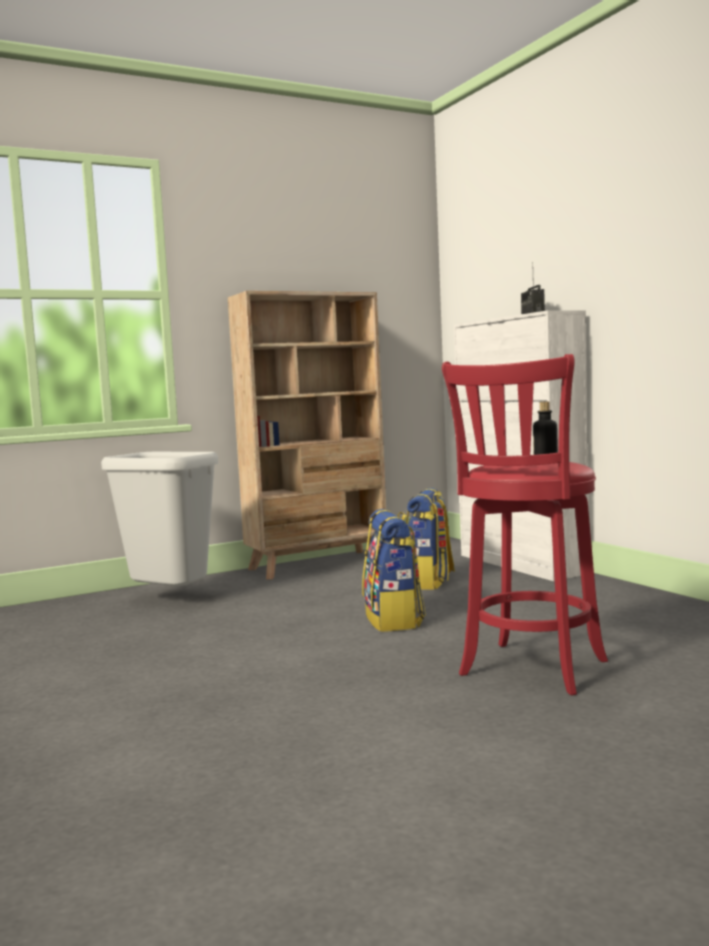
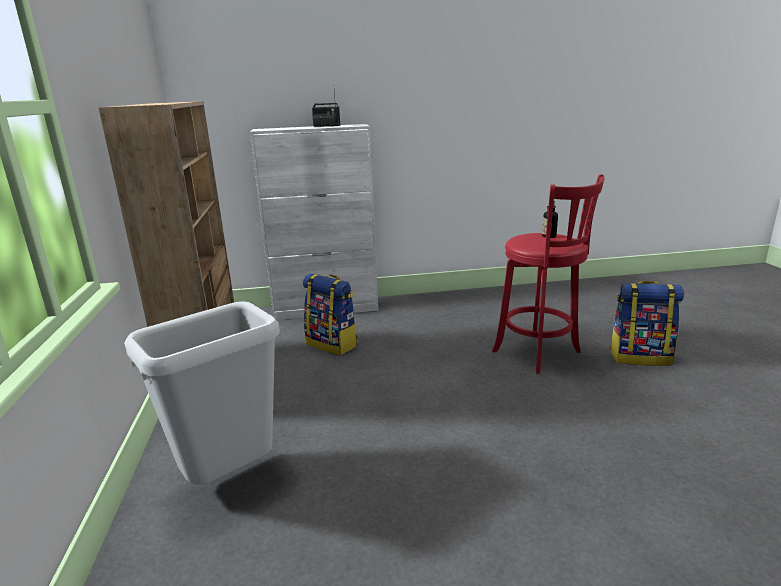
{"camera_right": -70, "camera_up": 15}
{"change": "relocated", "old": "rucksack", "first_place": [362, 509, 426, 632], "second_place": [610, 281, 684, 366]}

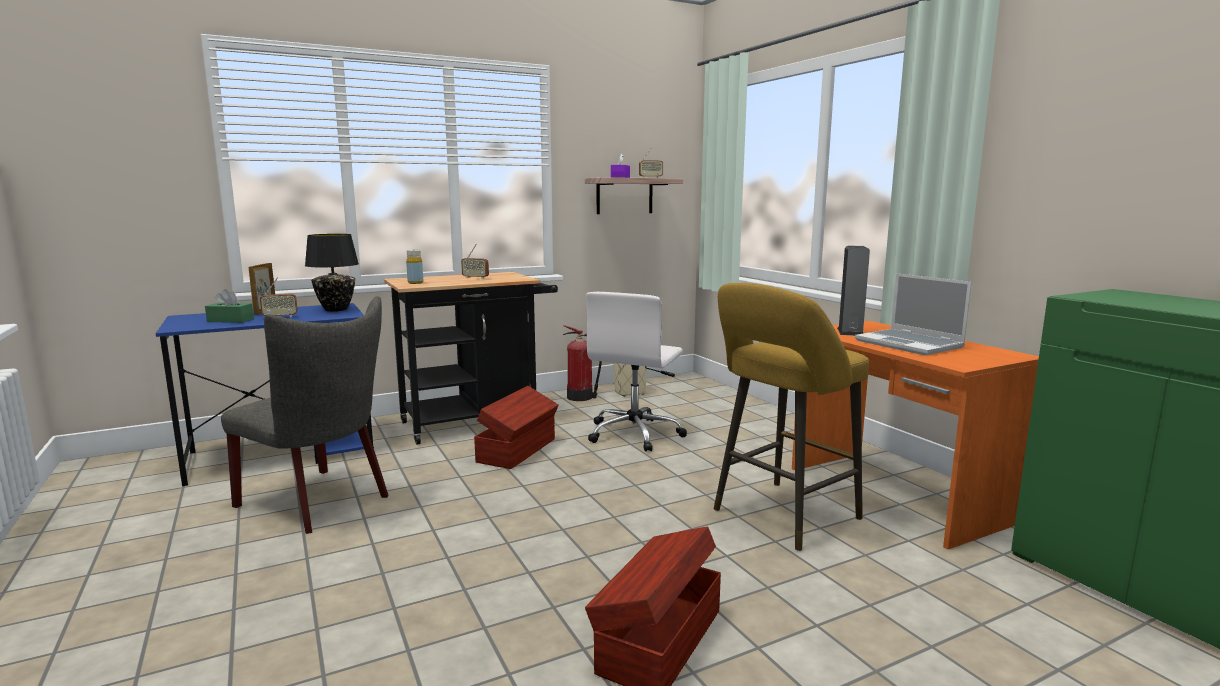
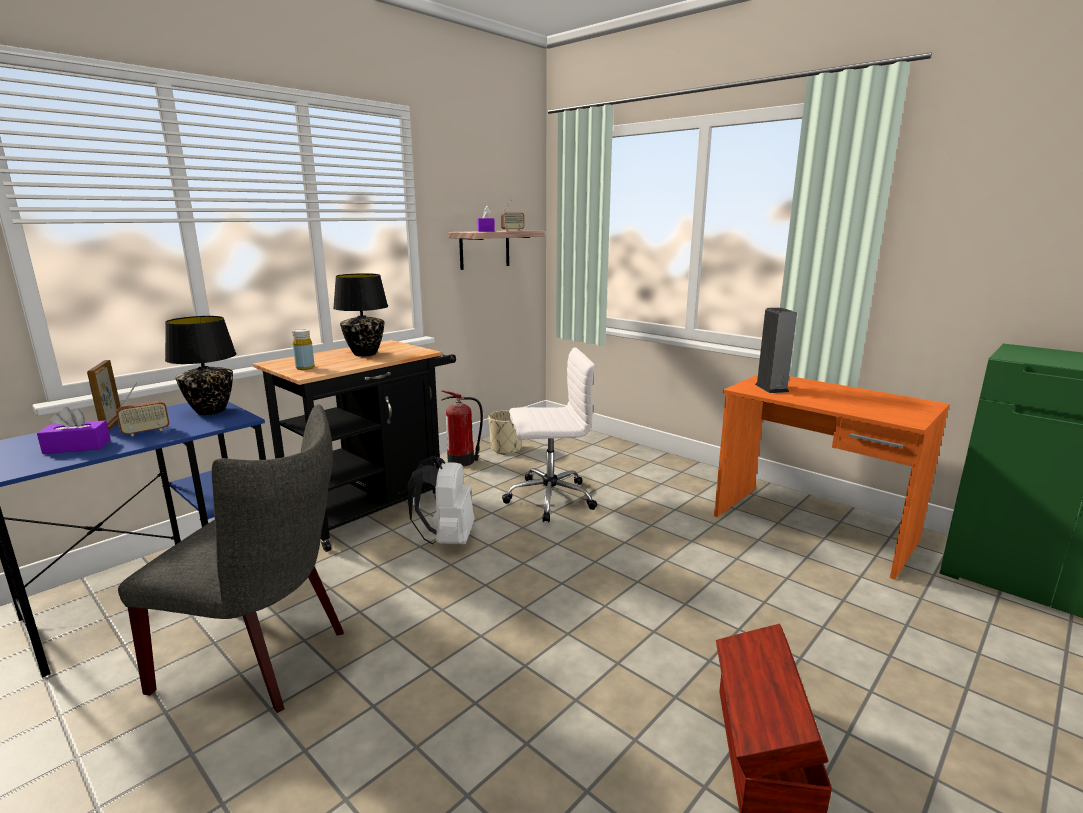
{"camera_right": -20, "camera_up": 5}
{"change": "colour", "old": "box of tissues (greenish)", "new": "box of tissues (purple-coloured)", "first_place": [205, 289, 254, 323], "second_place": [37, 407, 111, 454]}
{"change": "exchanged", "old": "radio", "new": "tabletop lamp (black)", "first_place": [461, 244, 489, 279], "second_place": [333, 273, 388, 357]}
{"change": "exchanged", "old": "storage box (brown)", "new": "rucksack (white-coloured)", "first_place": [474, 386, 558, 469], "second_place": [407, 456, 474, 545]}
{"change": "spun", "old": "computer chair (white-coloured)", "first_place": [586, 292, 687, 452], "second_place": [502, 347, 597, 522], "degrees": -105}
{"change": "missing", "old": "stool seat (yellow)", "first_place": [714, 283, 869, 551]}
{"change": "missing", "old": "laptop", "first_place": [855, 273, 972, 356]}

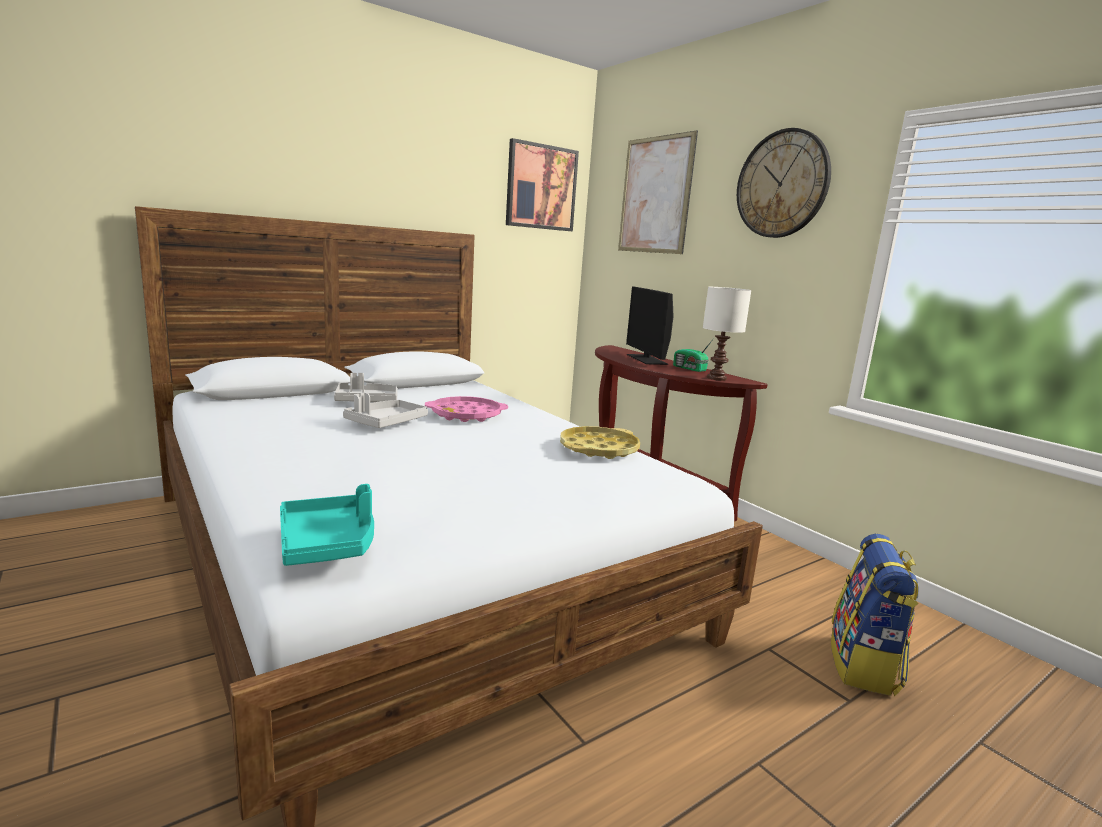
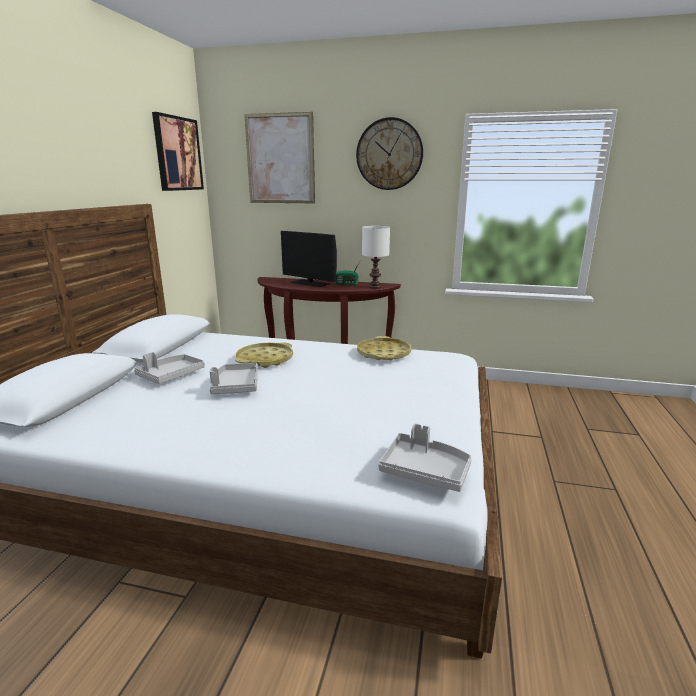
{"camera_right": -40, "camera_up": 5}
{"change": "colour", "old": "carrying tray (pink-coloured)", "new": "carrying tray (yellow)", "first_place": [425, 396, 508, 422], "second_place": [235, 343, 293, 368]}
{"change": "colour", "old": "carrying tray (turquoise)", "new": "carrying tray (greyish)", "first_place": [280, 484, 374, 566], "second_place": [378, 423, 472, 492]}
{"change": "missing", "old": "rucksack", "first_place": [831, 534, 919, 696]}

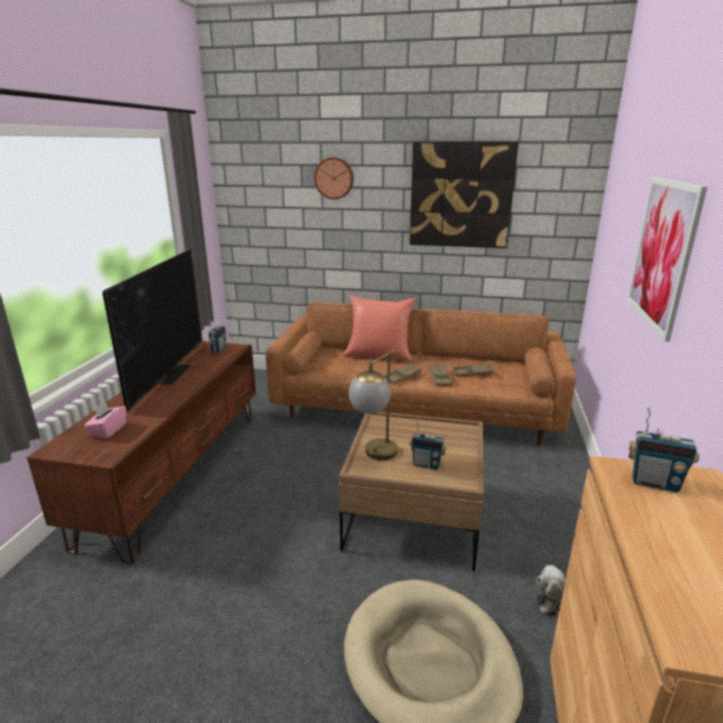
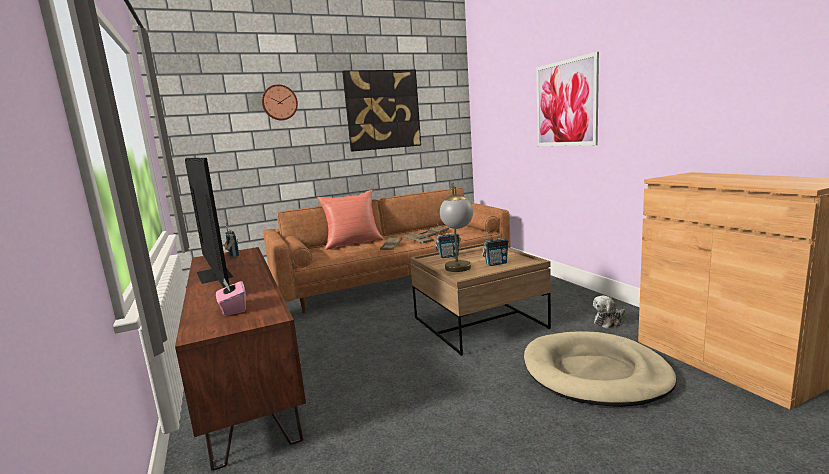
{"camera_right": -35, "camera_up": -10}
{"change": "relocated", "old": "radio", "first_place": [628, 407, 699, 492], "second_place": [435, 225, 461, 258]}

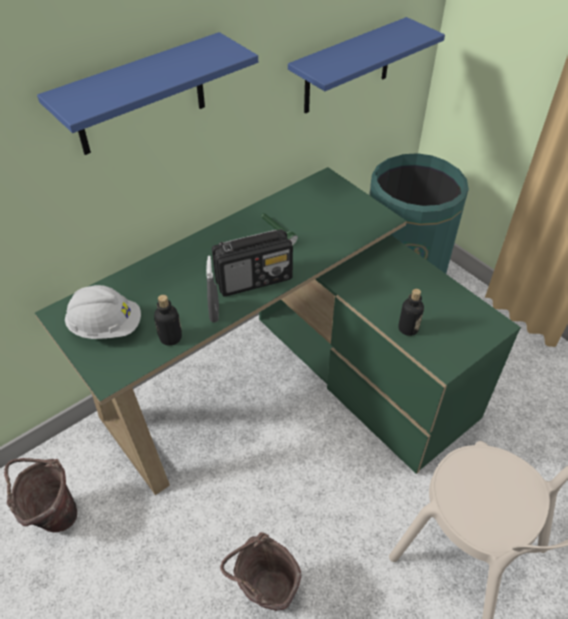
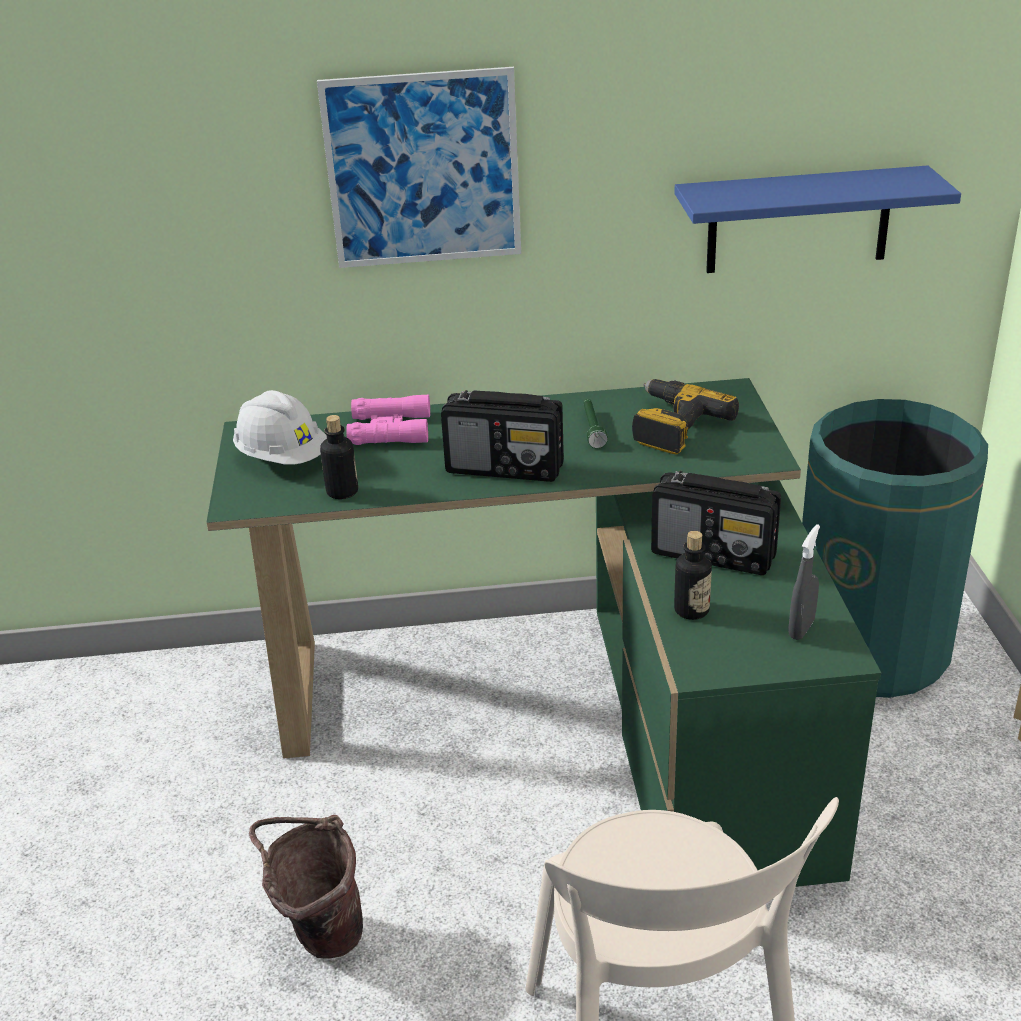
{"camera_right": 35, "camera_up": -15}
{"change": "exchanged", "old": "shelf (blue)", "new": "picture", "first_place": [37, 32, 258, 155], "second_place": [317, 67, 521, 268]}
{"change": "appeared", "new": "field glasses (pink-coloured)", "second_place": [346, 394, 430, 445]}
{"change": "appeared", "new": "electric drill", "second_place": [632, 379, 739, 454]}
{"change": "appeared", "new": "radio", "second_place": [651, 471, 781, 575]}
{"change": "relocated", "old": "hand sprayer (greyish)", "first_place": [206, 256, 219, 323], "second_place": [789, 524, 820, 640]}
{"change": "missing", "old": "bucket (brown)", "first_place": [4, 458, 77, 532]}

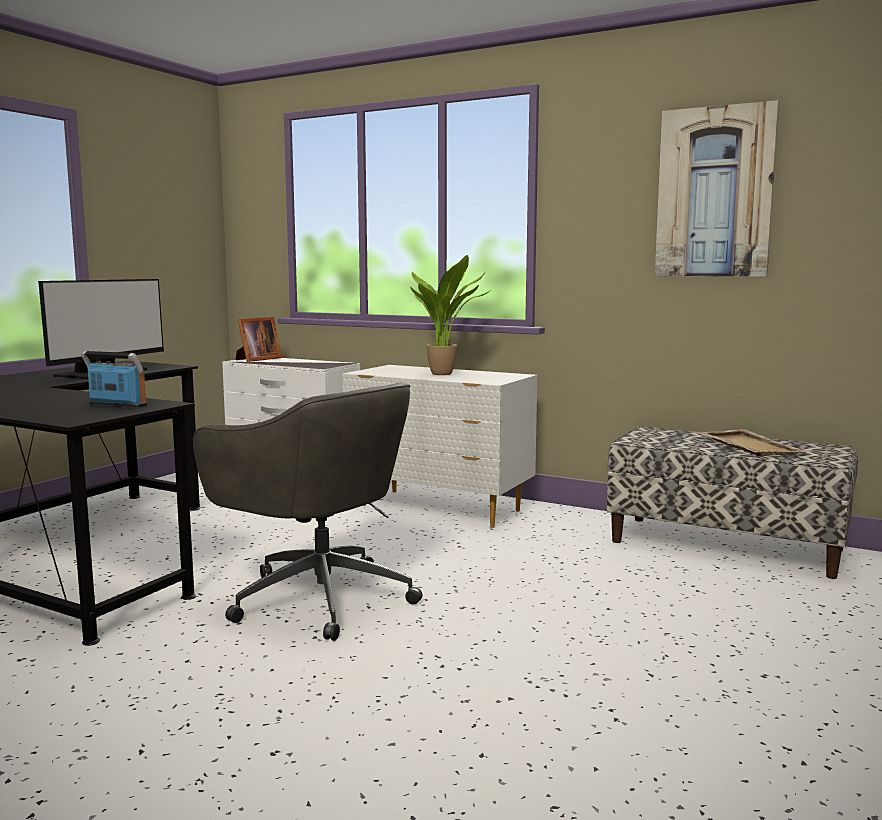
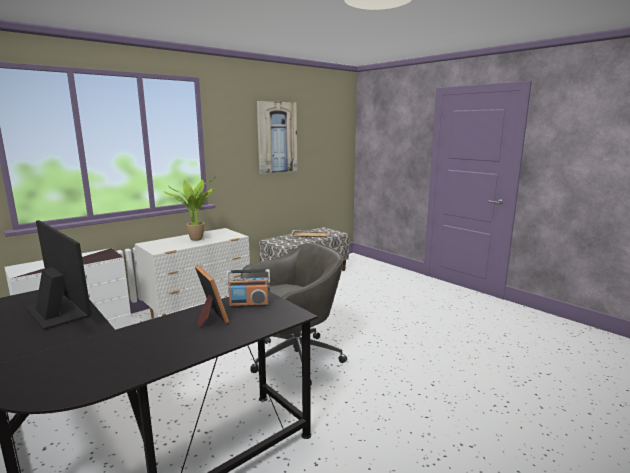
{"camera_right": -70, "camera_up": 5}
{"change": "relocated", "old": "standing frame", "first_place": [236, 317, 282, 362], "second_place": [195, 265, 229, 328]}
{"change": "spun", "old": "radio", "first_place": [81, 351, 147, 408], "second_place": [226, 269, 270, 308], "degrees": -135}

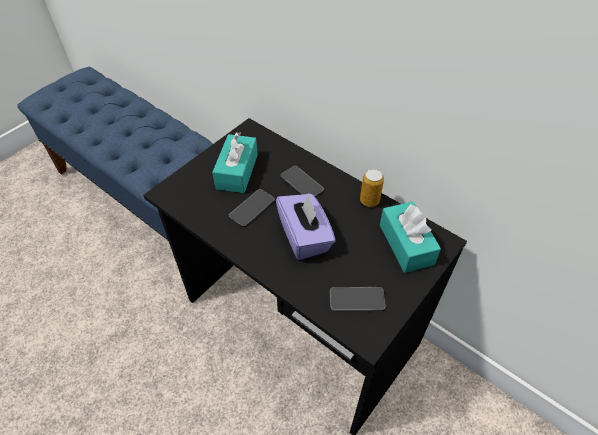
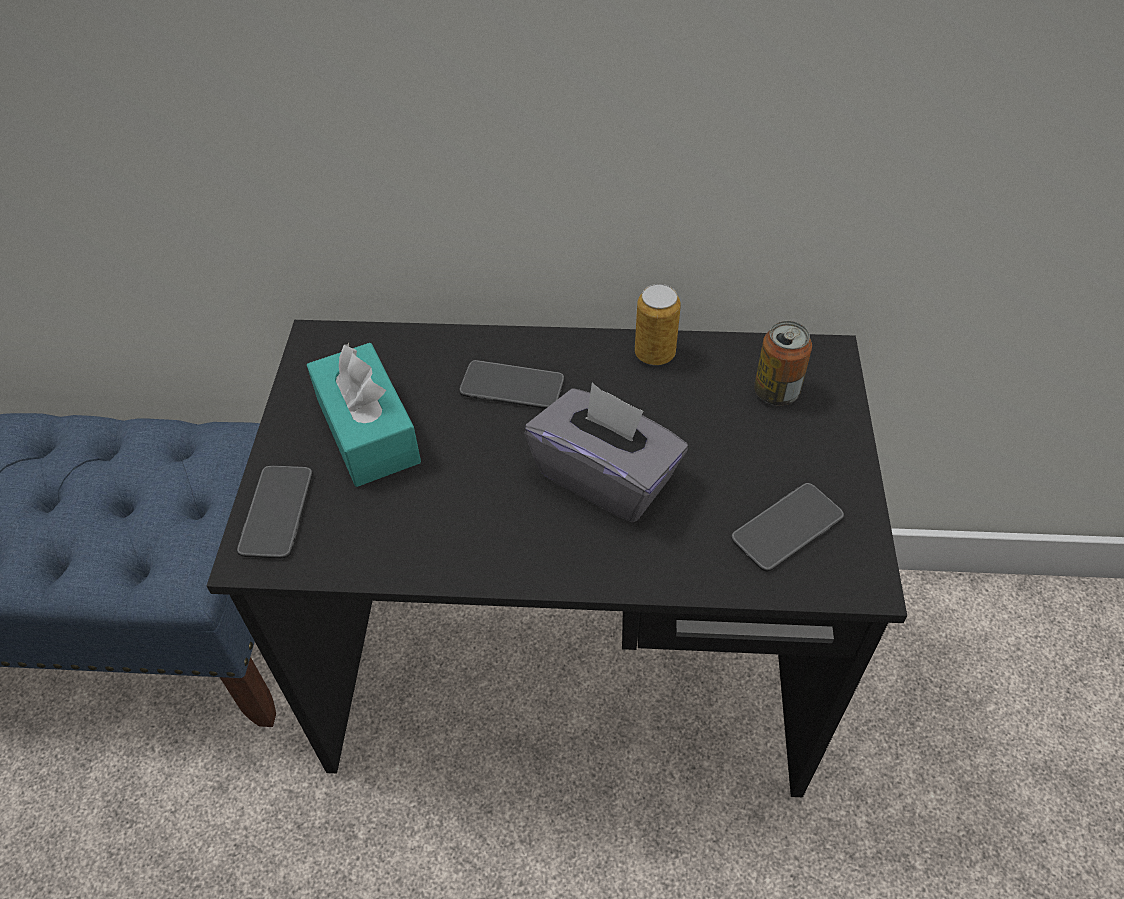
{"camera_right": -35, "camera_up": 0}
{"change": "relocated", "old": "handset", "first_place": [228, 189, 275, 227], "second_place": [237, 466, 313, 559]}
{"change": "colour", "old": "box of tissues (purple-coloured)", "new": "box of tissues (greyish)", "first_place": [276, 193, 336, 260], "second_place": [524, 382, 688, 522]}
{"change": "exchanged", "old": "box of tissues (turquoise)", "new": "metal can", "first_place": [380, 201, 441, 273], "second_place": [754, 321, 812, 406]}

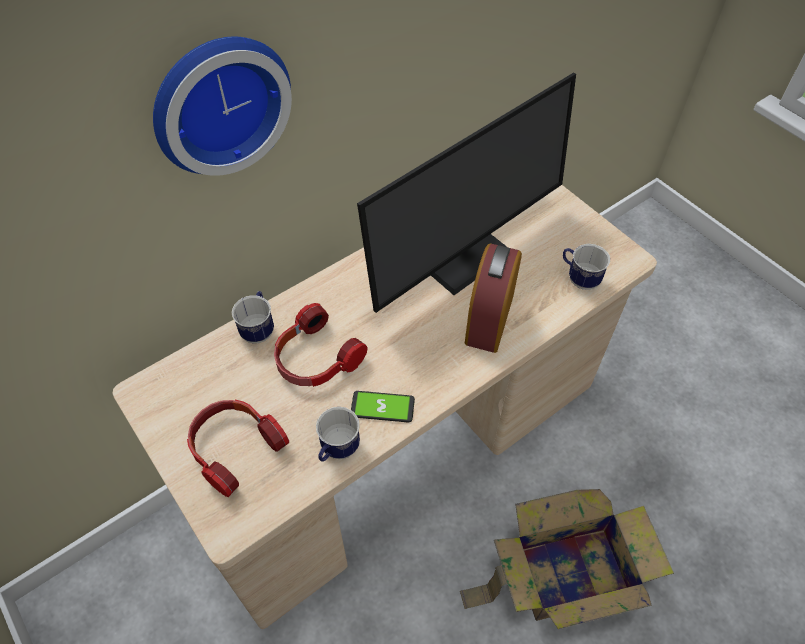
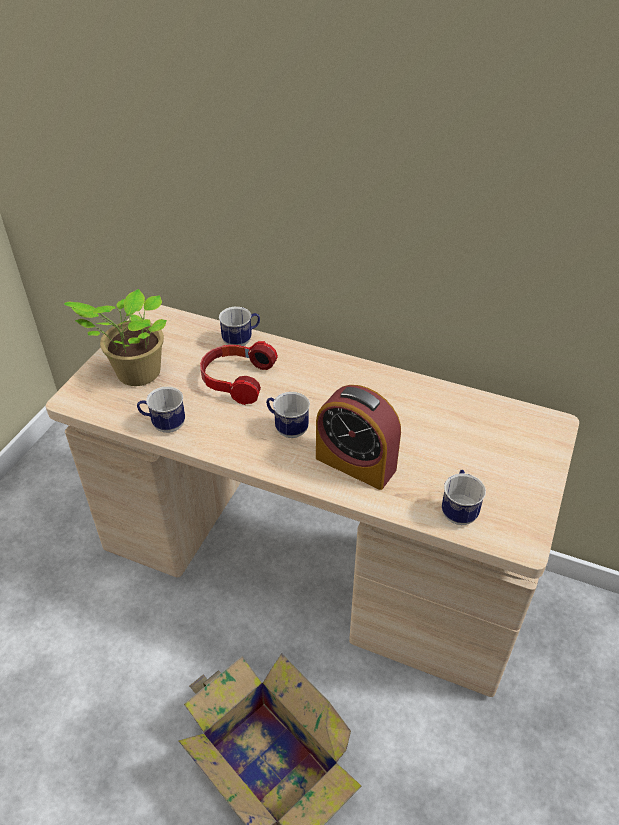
{"camera_right": 60, "camera_up": -10}
{"change": "exchanged", "old": "pair of headphones", "new": "potted plant", "first_place": [187, 400, 289, 497], "second_place": [64, 289, 167, 386]}
{"change": "appeared", "new": "coffee mug", "second_place": [266, 392, 310, 438]}
{"change": "spun", "old": "table clock", "first_place": [465, 244, 522, 353], "second_place": [316, 385, 401, 490], "degrees": -135}
{"change": "missing", "old": "clock on the wall", "first_place": [153, 37, 292, 176]}
{"change": "missing", "old": "handset", "first_place": [351, 391, 415, 422]}
{"change": "missing", "old": "computer display", "first_place": [357, 72, 576, 313]}

